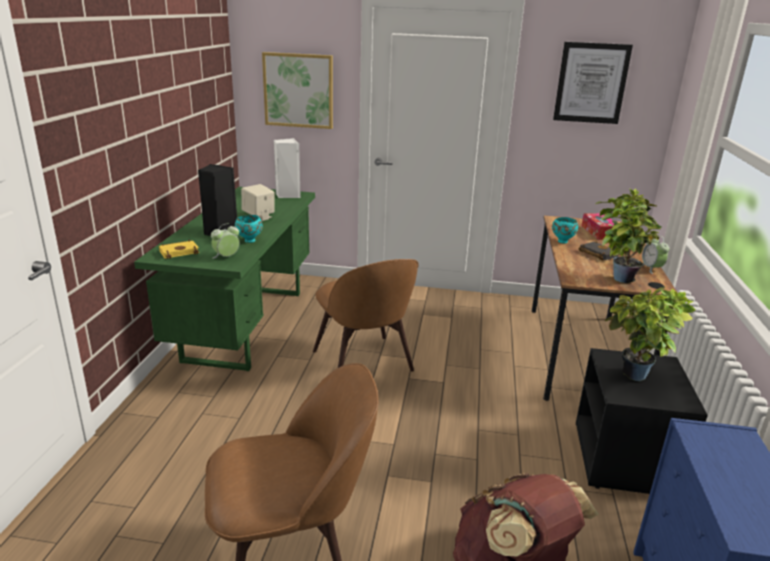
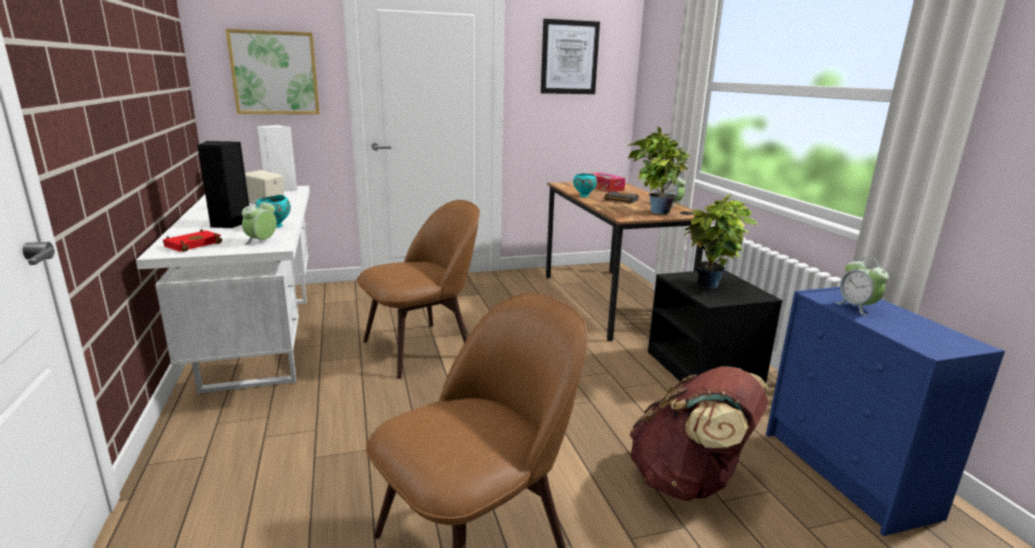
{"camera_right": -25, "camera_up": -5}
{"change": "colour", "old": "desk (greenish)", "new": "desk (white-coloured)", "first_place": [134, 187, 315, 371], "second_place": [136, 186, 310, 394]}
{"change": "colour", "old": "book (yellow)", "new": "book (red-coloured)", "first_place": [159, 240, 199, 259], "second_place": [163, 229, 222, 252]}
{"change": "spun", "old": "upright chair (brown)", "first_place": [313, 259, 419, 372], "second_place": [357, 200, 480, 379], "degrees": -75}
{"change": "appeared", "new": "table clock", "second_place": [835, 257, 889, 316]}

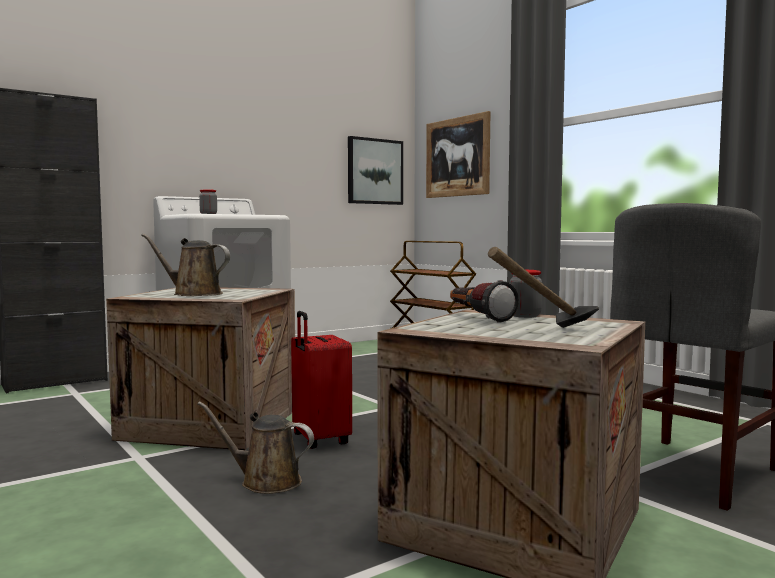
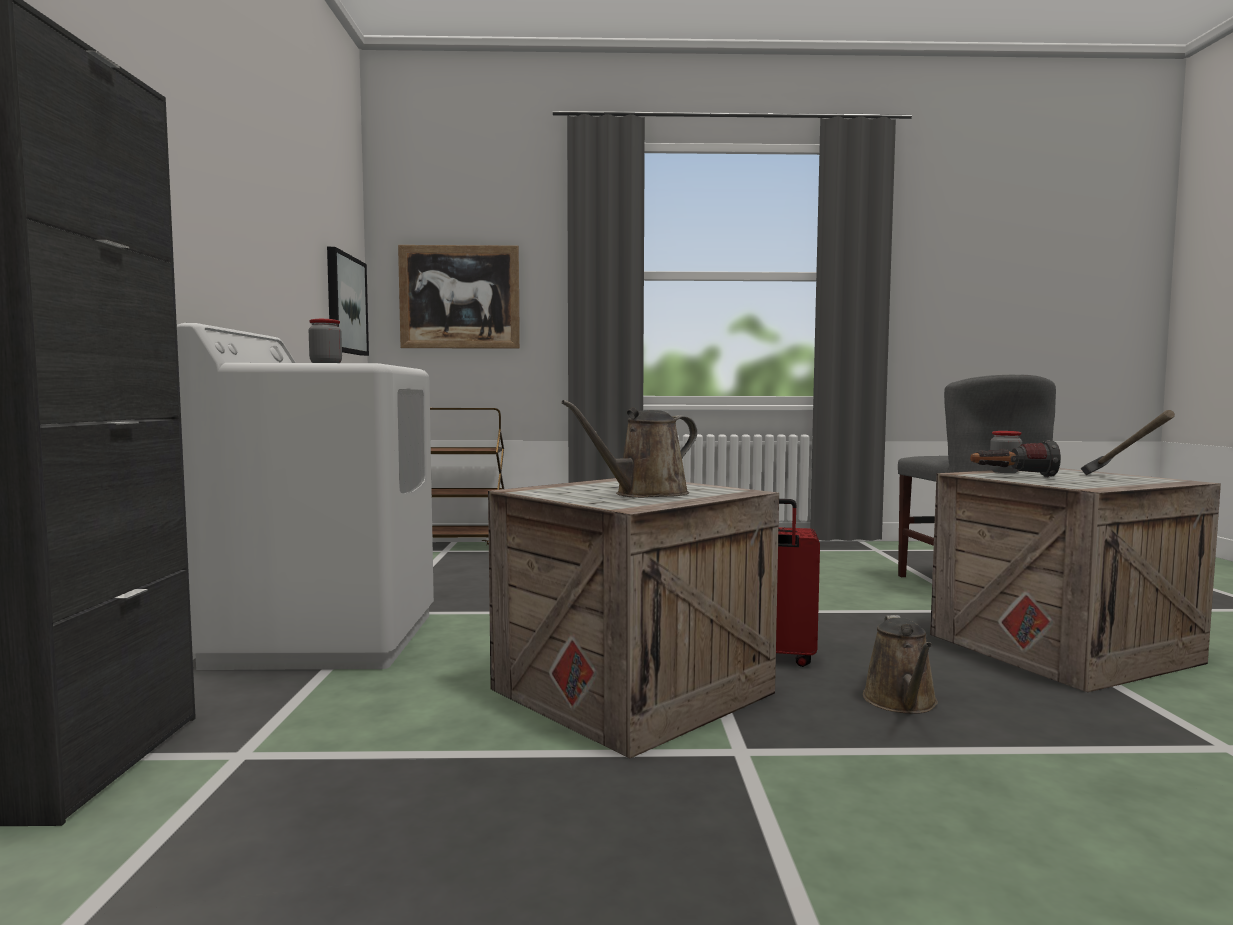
{"camera_right": -55, "camera_up": 0}
{"change": "spun", "old": "sprinkling can (brown)", "first_place": [197, 401, 314, 494], "second_place": [863, 615, 938, 714], "degrees": -45}

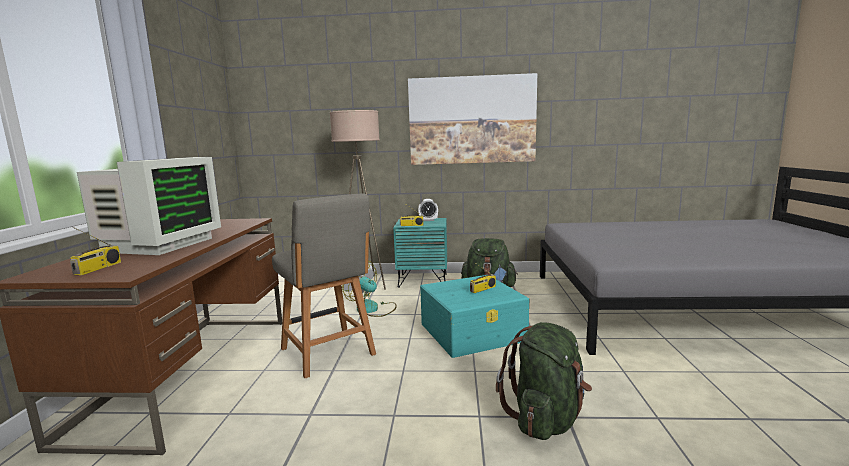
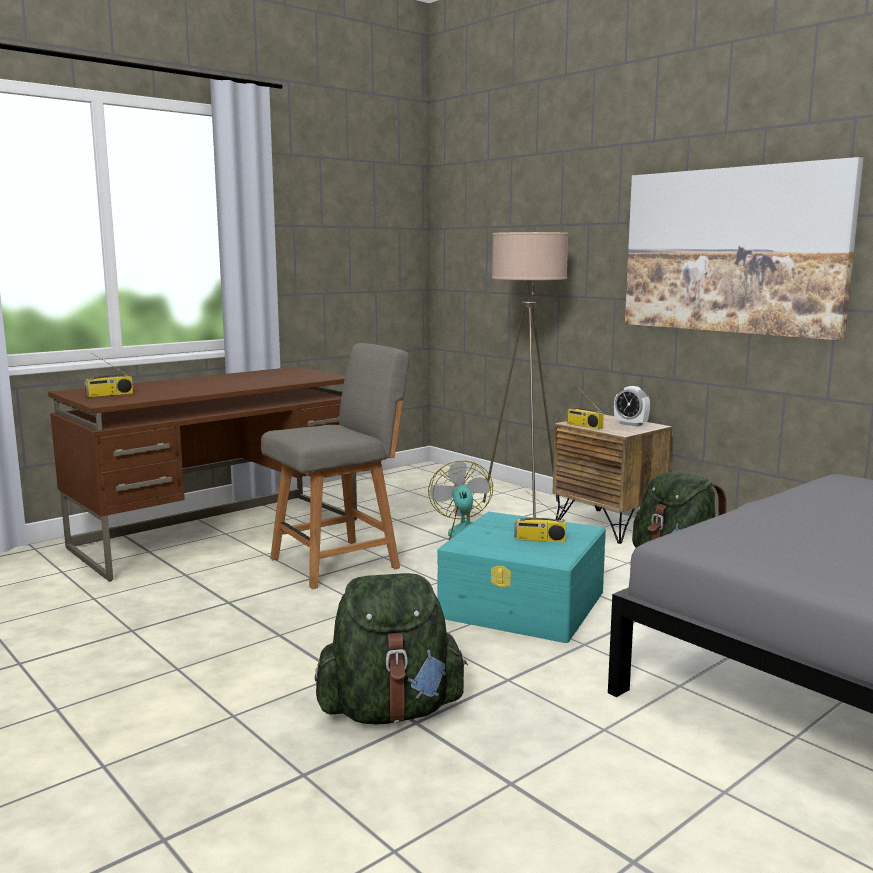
{"camera_right": 45, "camera_up": 0}
{"change": "spun", "old": "upright chair (greyish)", "first_place": [272, 194, 376, 378], "second_place": [261, 343, 409, 589], "degrees": -135}
{"change": "colour", "old": "night table (turquoise)", "new": "night table (brown)", "first_place": [393, 218, 447, 288], "second_place": [552, 414, 672, 544]}
{"change": "missing", "old": "computer display", "first_place": [77, 157, 221, 255]}

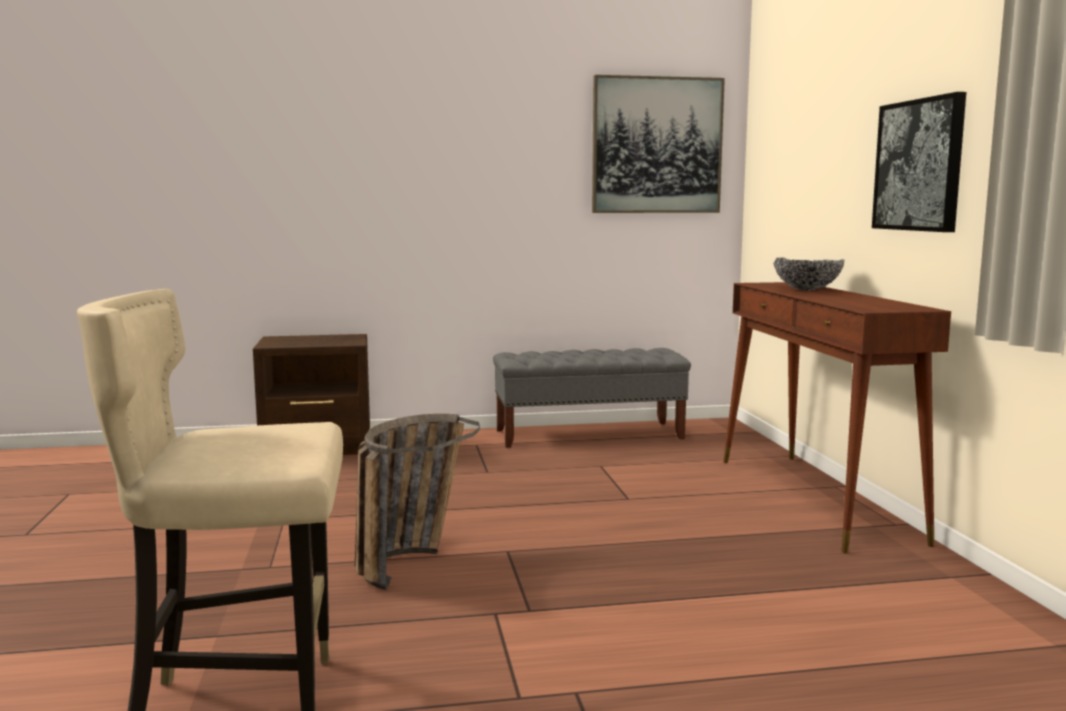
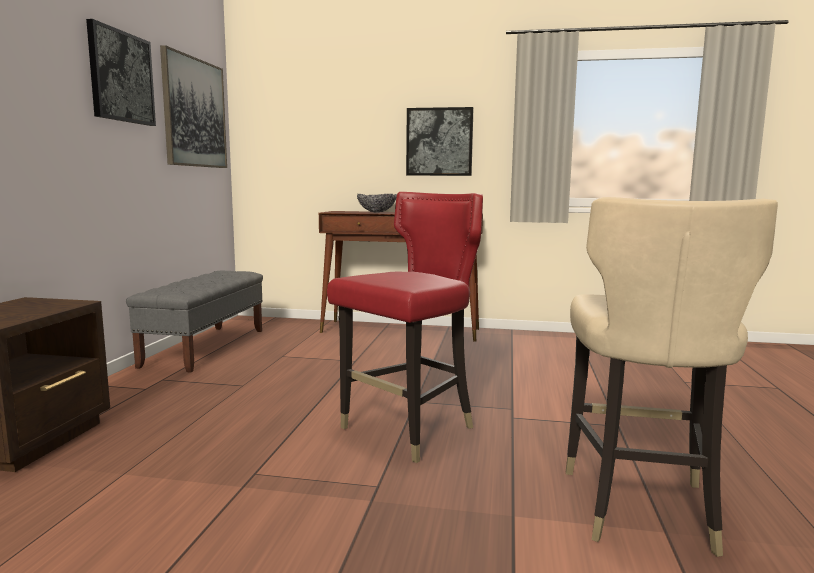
{"camera_right": -70, "camera_up": 0}
{"change": "appeared", "new": "picture", "second_place": [86, 19, 156, 126]}
{"change": "exchanged", "old": "storage basket", "new": "upright chair (red-coloured)", "first_place": [355, 414, 480, 590], "second_place": [327, 192, 483, 463]}

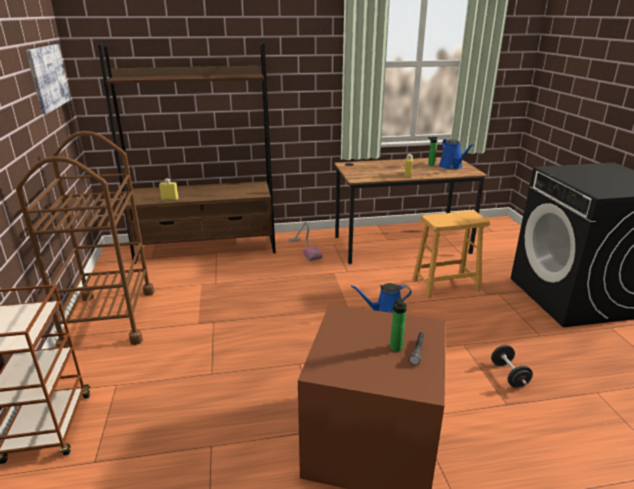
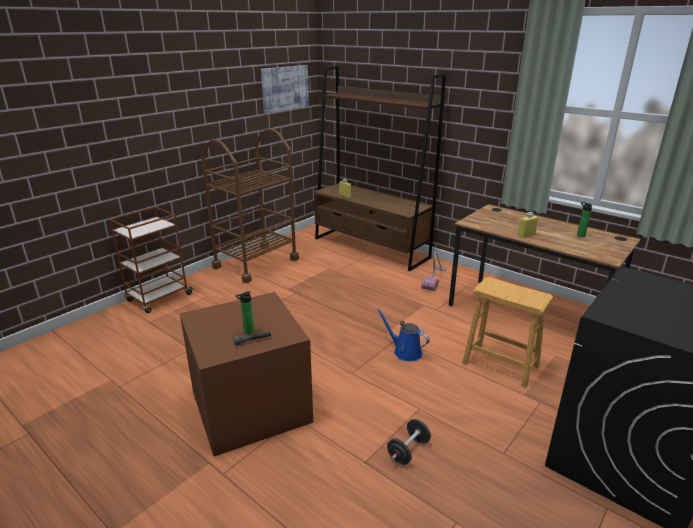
{"camera_right": 50, "camera_up": 0}
{"change": "missing", "old": "sprinkling can (blue)", "first_place": [439, 139, 473, 169]}

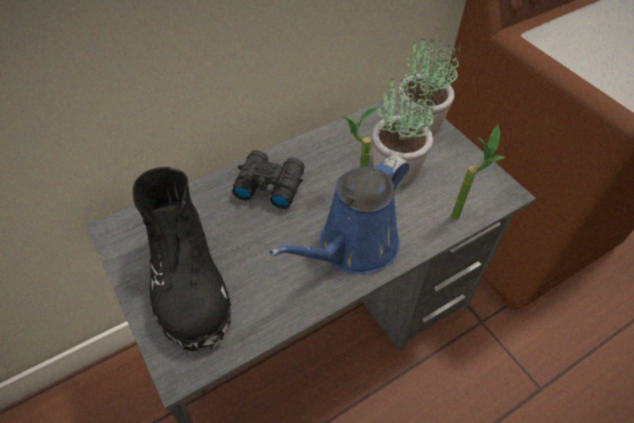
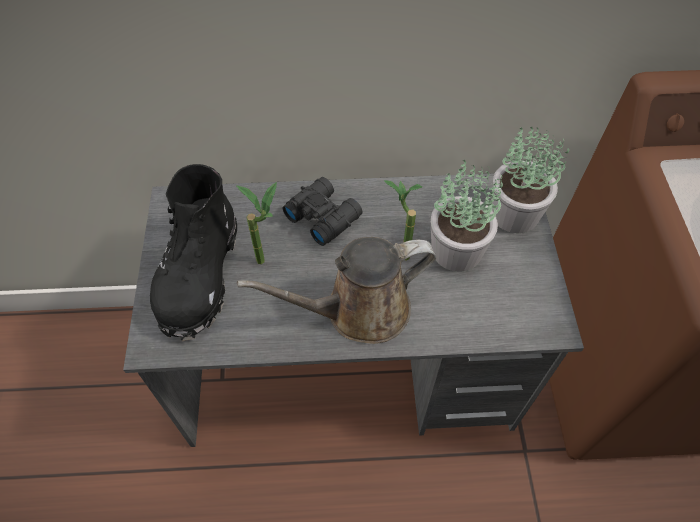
{"camera_right": 30, "camera_up": 5}
{"change": "relocated", "old": "potted plant", "first_place": [451, 125, 505, 220], "second_place": [236, 182, 277, 264]}
{"change": "colour", "old": "sprinkling can (blue)", "new": "sprinkling can (brown)", "first_place": [270, 155, 410, 275], "second_place": [237, 237, 436, 344]}

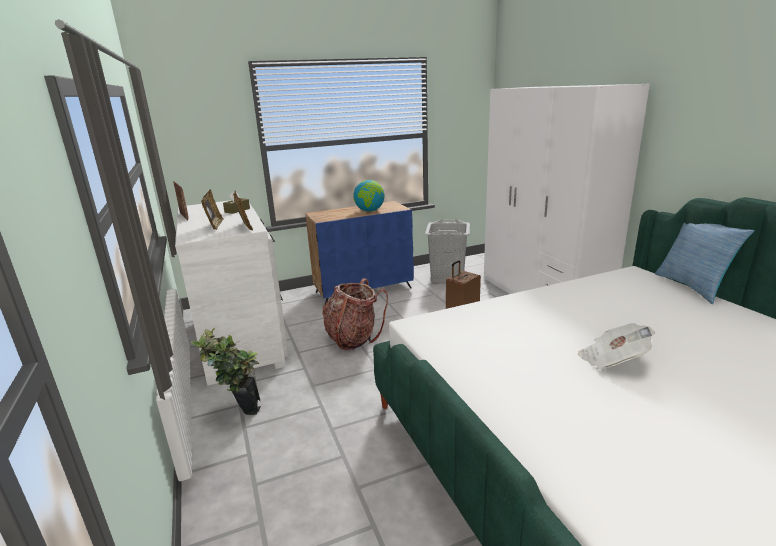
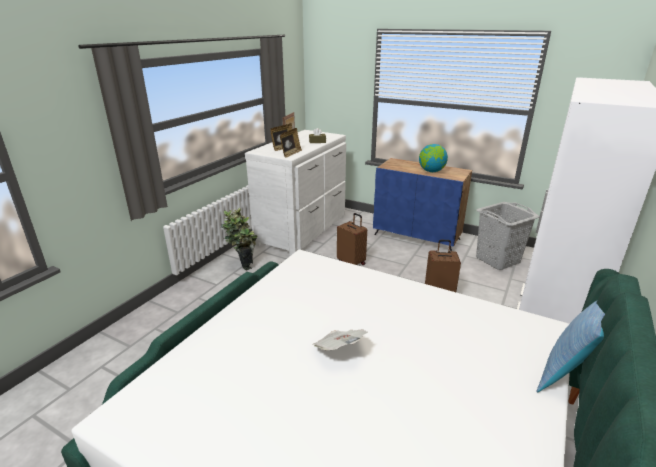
{"camera_right": 50, "camera_up": 5}
{"change": "exchanged", "old": "rucksack", "new": "suitcase (brown)", "first_place": [322, 278, 388, 351], "second_place": [337, 213, 367, 265]}

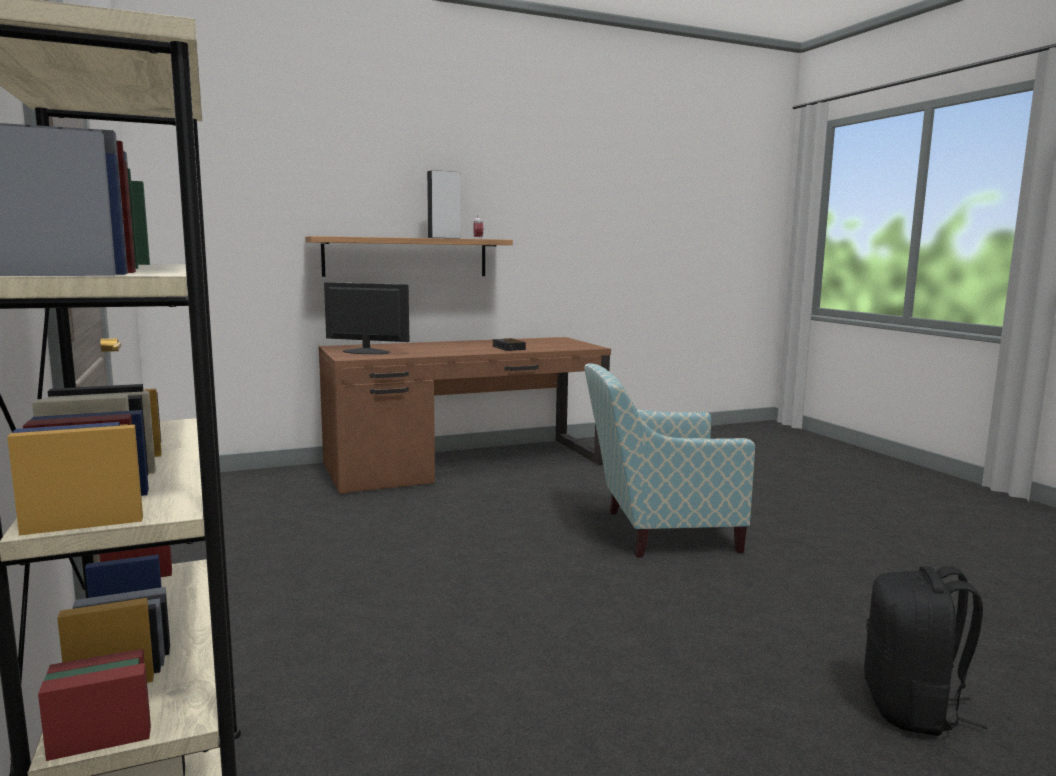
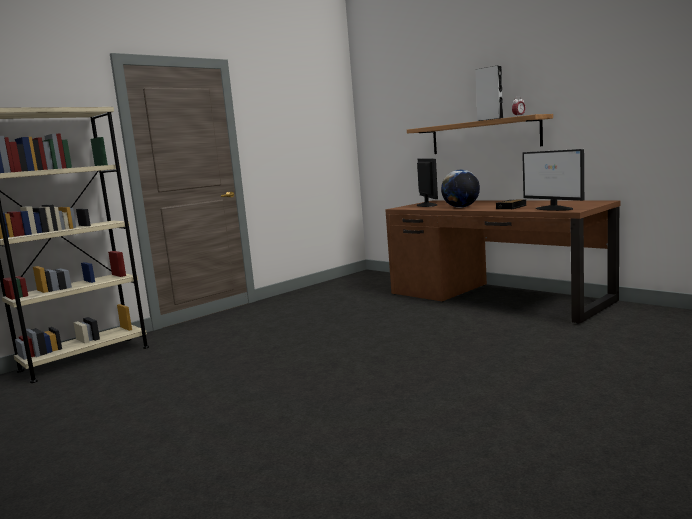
{"camera_right": 70, "camera_up": 0}
{"change": "appeared", "new": "world globe", "second_place": [441, 170, 480, 208]}
{"change": "appeared", "new": "computer display", "second_place": [522, 149, 584, 211]}
{"change": "missing", "old": "armchair", "first_place": [584, 363, 755, 558]}
{"change": "missing", "old": "rucksack (black)", "first_place": [864, 566, 987, 736]}

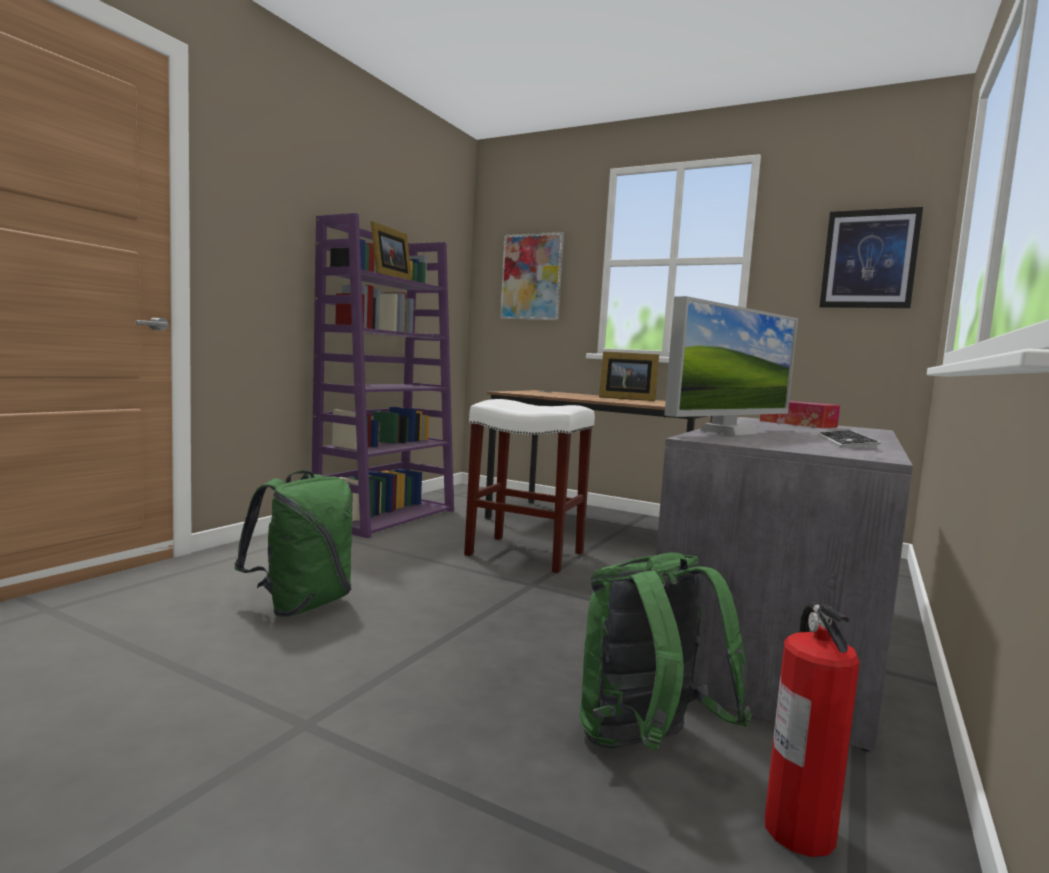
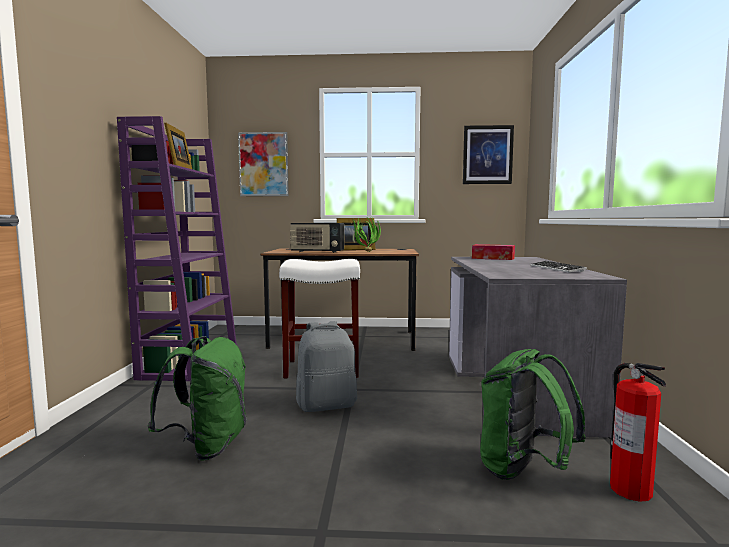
{"camera_right": -25, "camera_up": 0}
{"change": "appeared", "new": "radio", "second_place": [290, 223, 344, 253]}
{"change": "appeared", "new": "rucksack (greyish)", "second_place": [296, 321, 357, 412]}
{"change": "appeared", "new": "potted plant", "second_place": [351, 217, 381, 252]}
{"change": "missing", "old": "computer display", "first_place": [664, 296, 798, 435]}

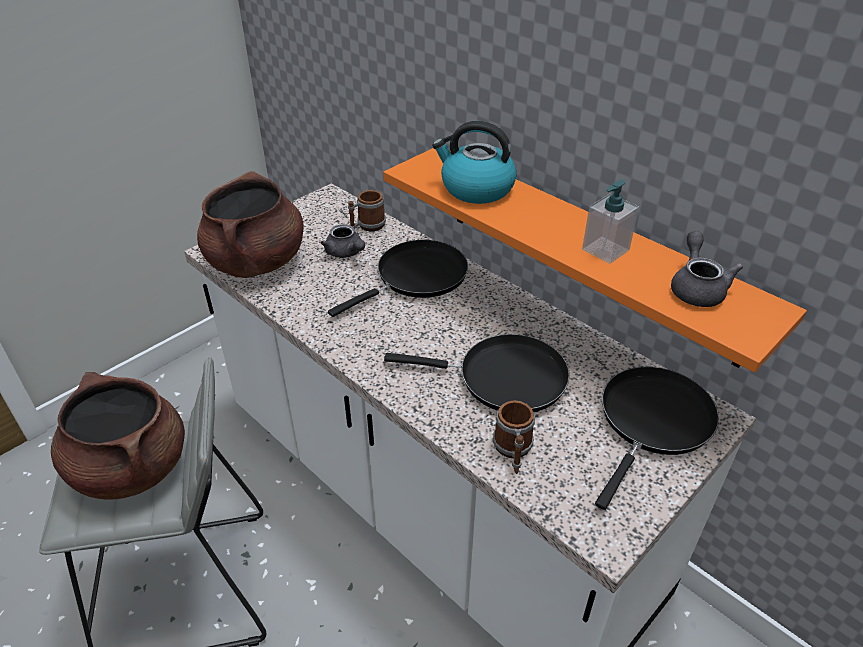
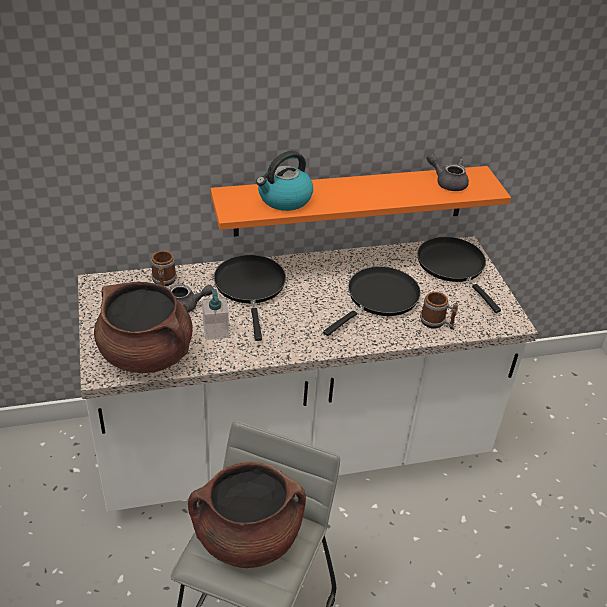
{"camera_right": -60, "camera_up": 0}
{"change": "relocated", "old": "soap bottle", "first_place": [582, 180, 639, 264], "second_place": [202, 289, 229, 340]}

